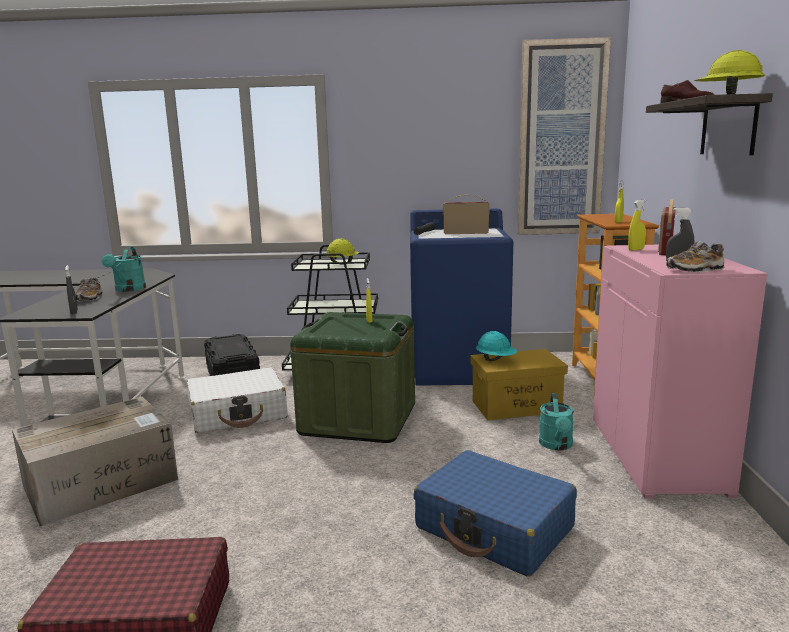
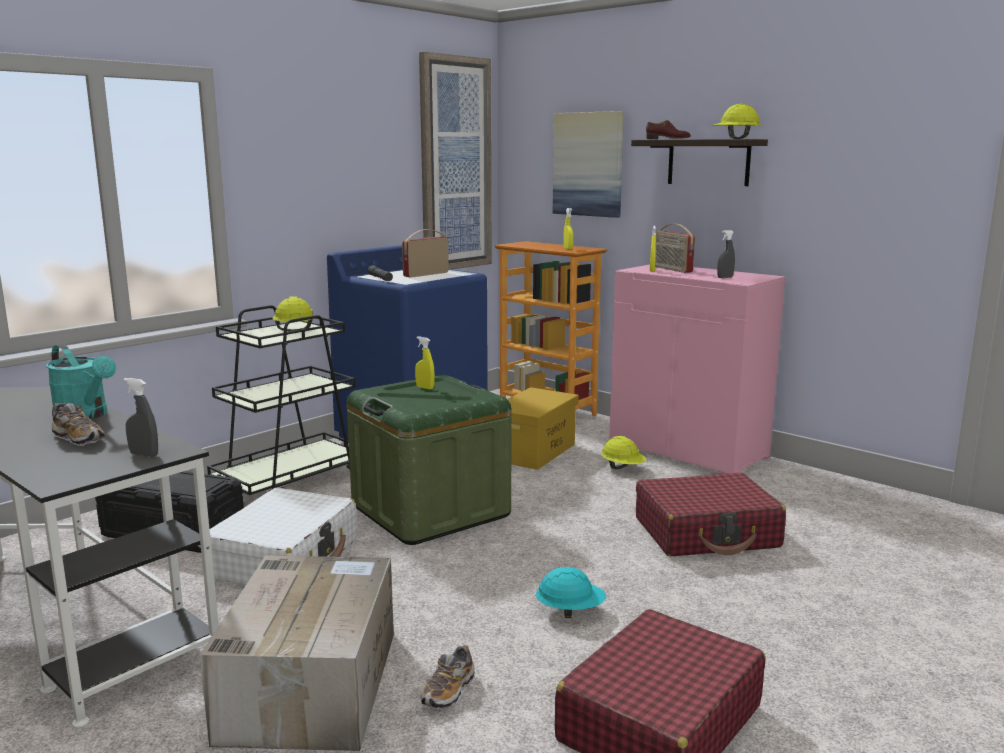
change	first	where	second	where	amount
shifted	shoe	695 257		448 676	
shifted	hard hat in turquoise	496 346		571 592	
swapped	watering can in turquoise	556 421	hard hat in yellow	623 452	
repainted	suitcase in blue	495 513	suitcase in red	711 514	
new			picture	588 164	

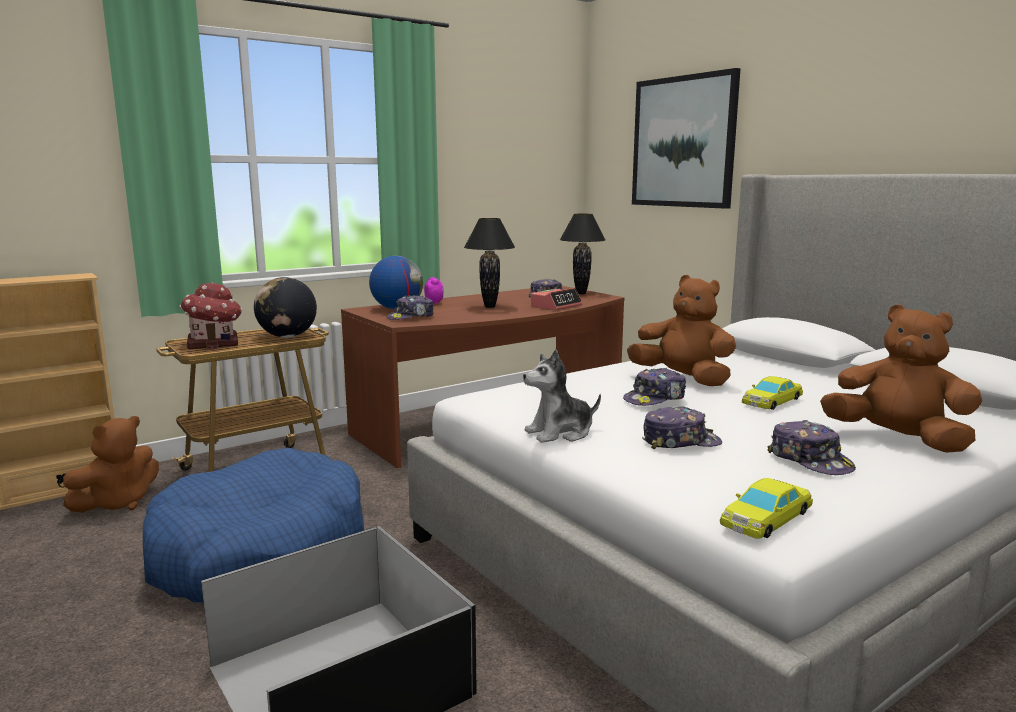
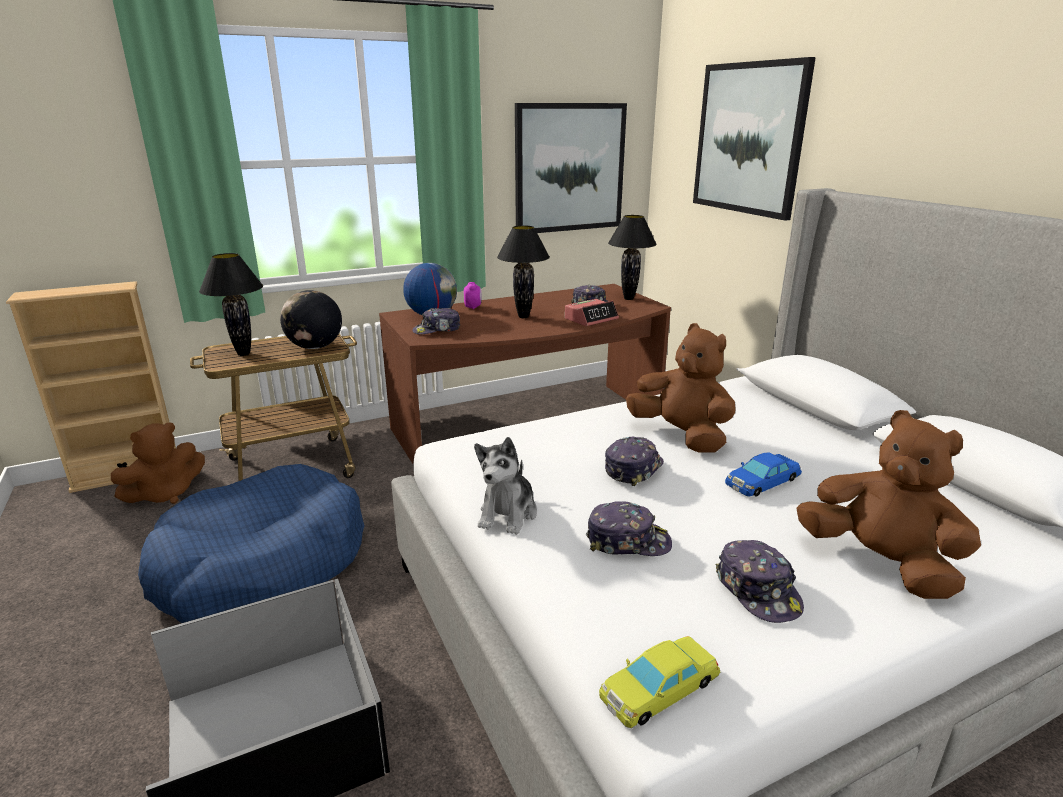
change	first	where	second	where	amount
swapped	toy house	211 316	table lamp in black	231 304	
rotated	plush toy	562 396		505 486	60 degrees counterclockwise
rotated	cap	654 387		634 461	150 degrees clockwise
repainted	toy car in yellow	772 393	toy car in blue	763 474	
new			picture	571 168	

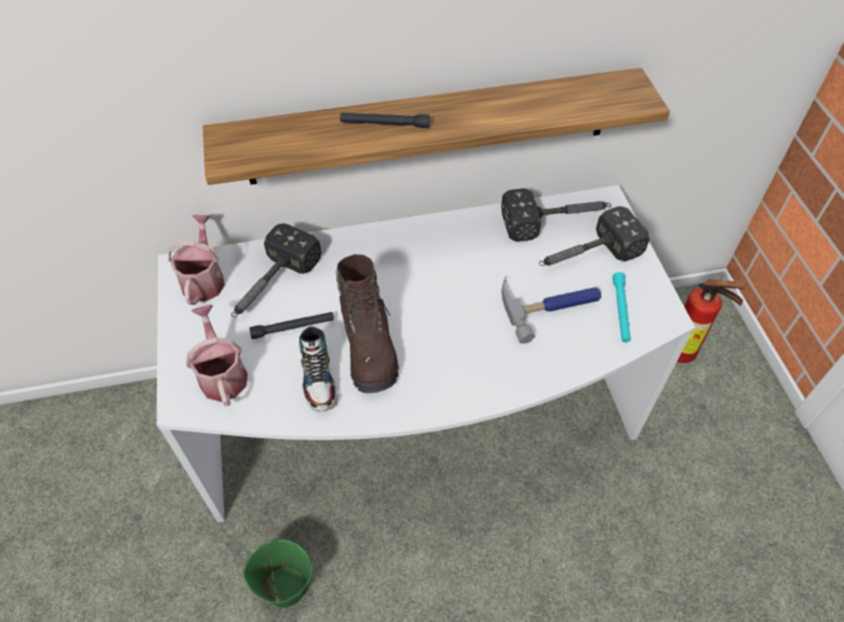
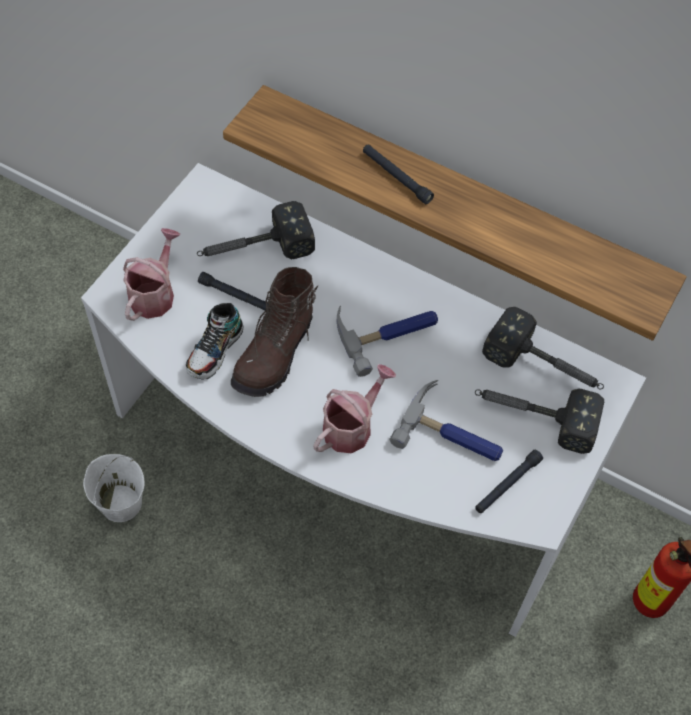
change	first	where	second	where	amount
shifted	watering can	196 260		354 408	
repainted	flashlight in turquoise	622 307	flashlight in black	509 481	
repainted	bucket in green	277 573	bucket in white	114 488	
new			hammer	387 341	

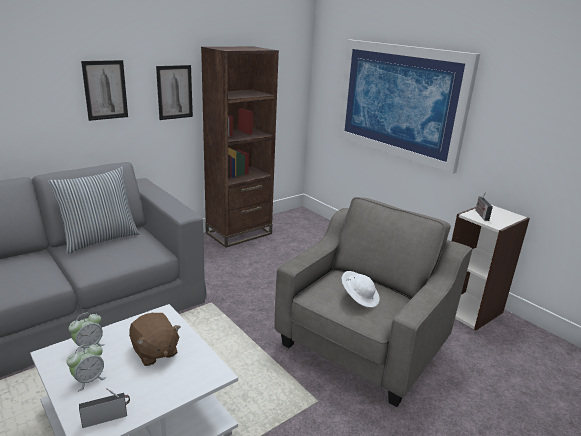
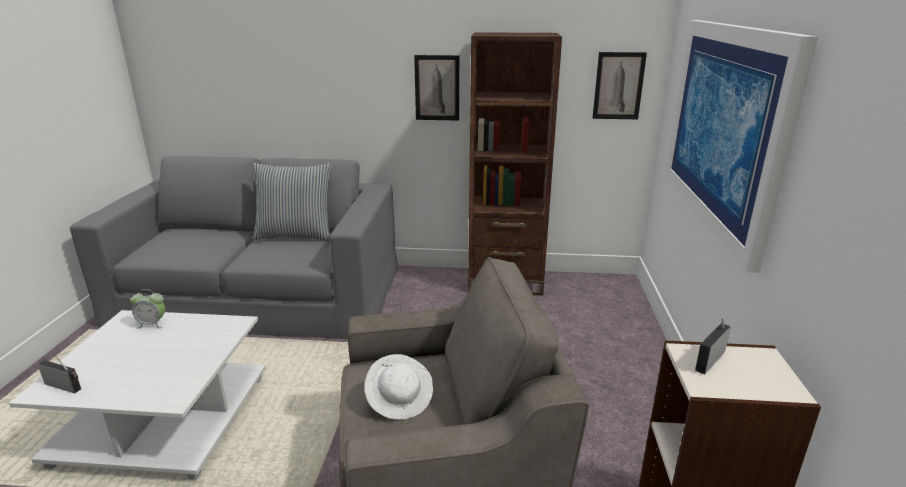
change	first	where	second	where	amount
shifted	picture	104 90		619 85	
gone	plush toy in brown	154 339			
gone	alarm clock	86 368			

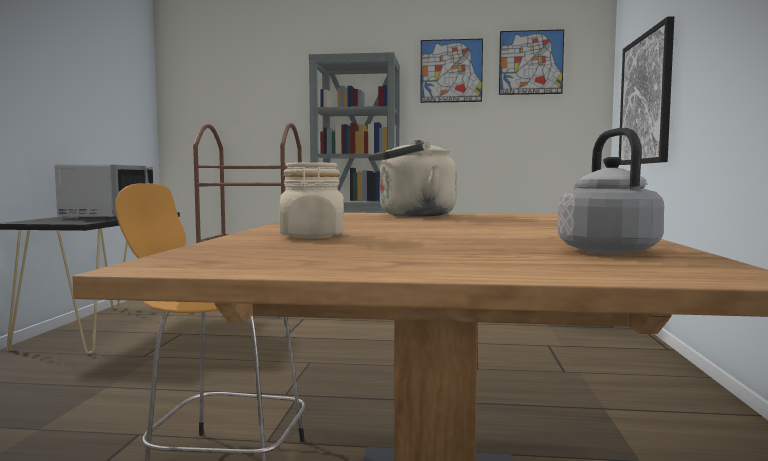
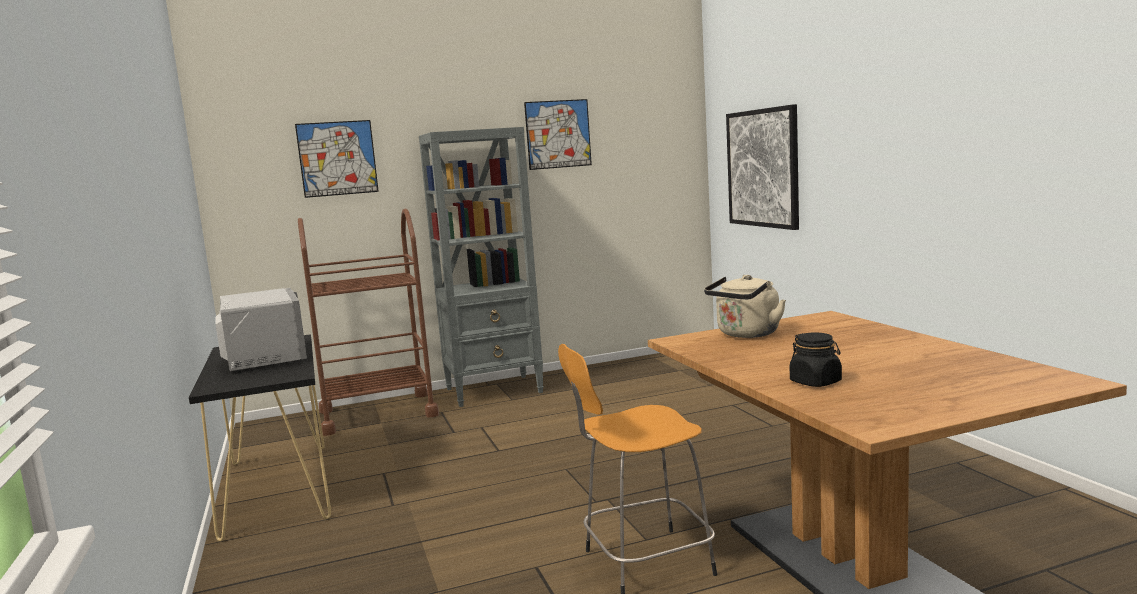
change	first	where	second	where	amount
shifted	picture	531 62		337 159	
gone	kettle in grey	611 191			
repainted	jar in beige	312 200	jar in black	816 360	

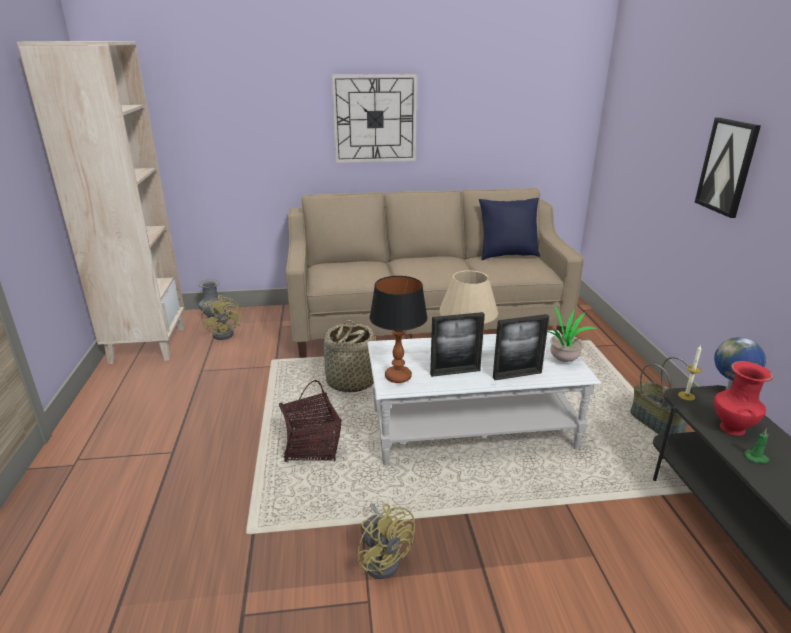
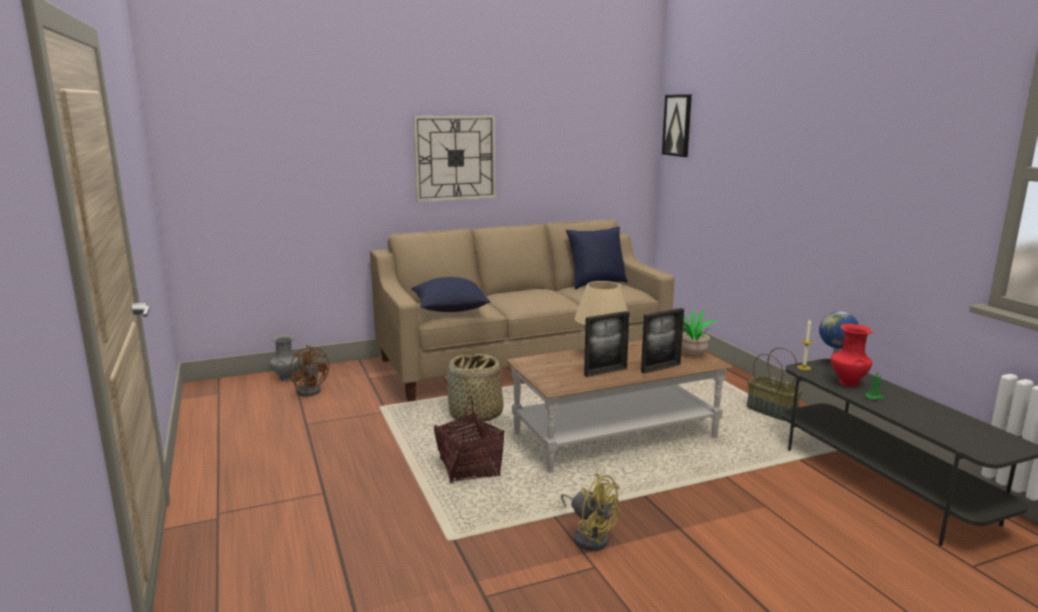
change	first	where	second	where	amount
gone	bookcase in beige	100 202			
shifted	picture	728 168		677 125	
gone	table lamp	398 329			
repainted	fan in yellow	221 317	fan in brown	309 370	
repainted	coffee table in white	484 397	coffee table in brown	619 406	
new			pillow in blue	450 294	

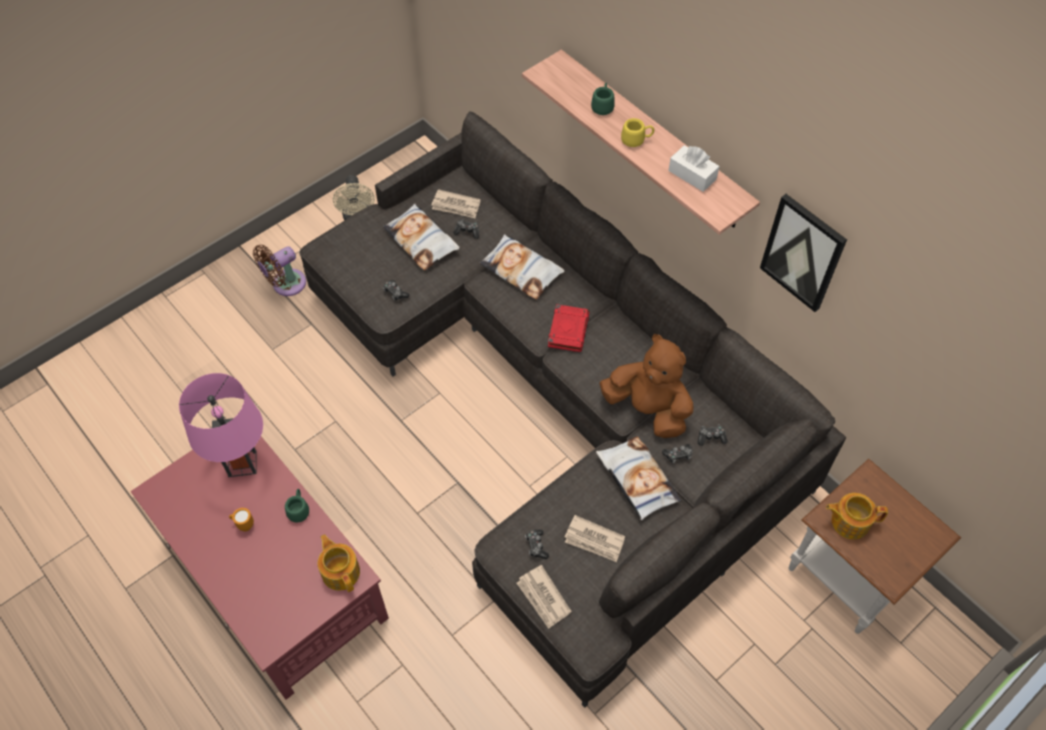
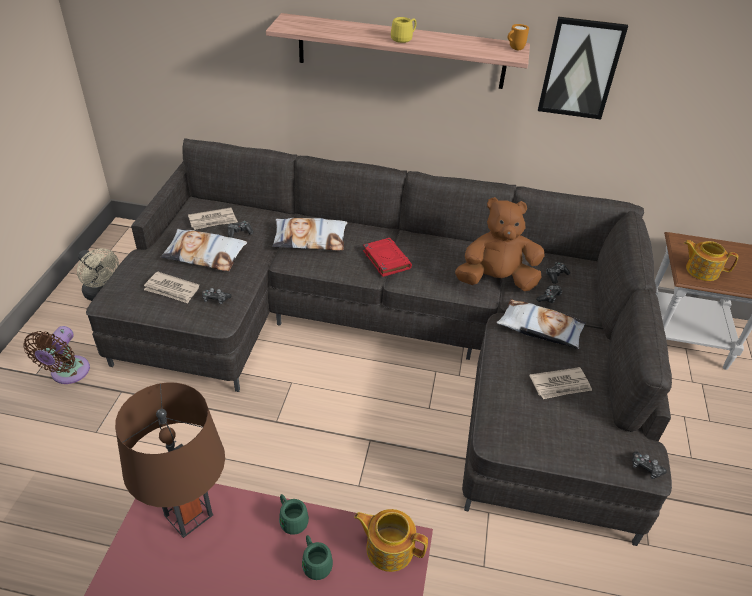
change	first	where	second	where	amount
shifted	mug in green	603 99		317 557	
gone	tissue box in white	694 168			
repainted	table lamp in pink	221 425	table lamp in brown	170 460	
rotated	teapot	857 516		711 260	60 degrees clockwise
shifted	mug in orange	241 519		518 37	
shifted	game controller	537 544		649 465	
shifted	newspaper	544 597		171 287	

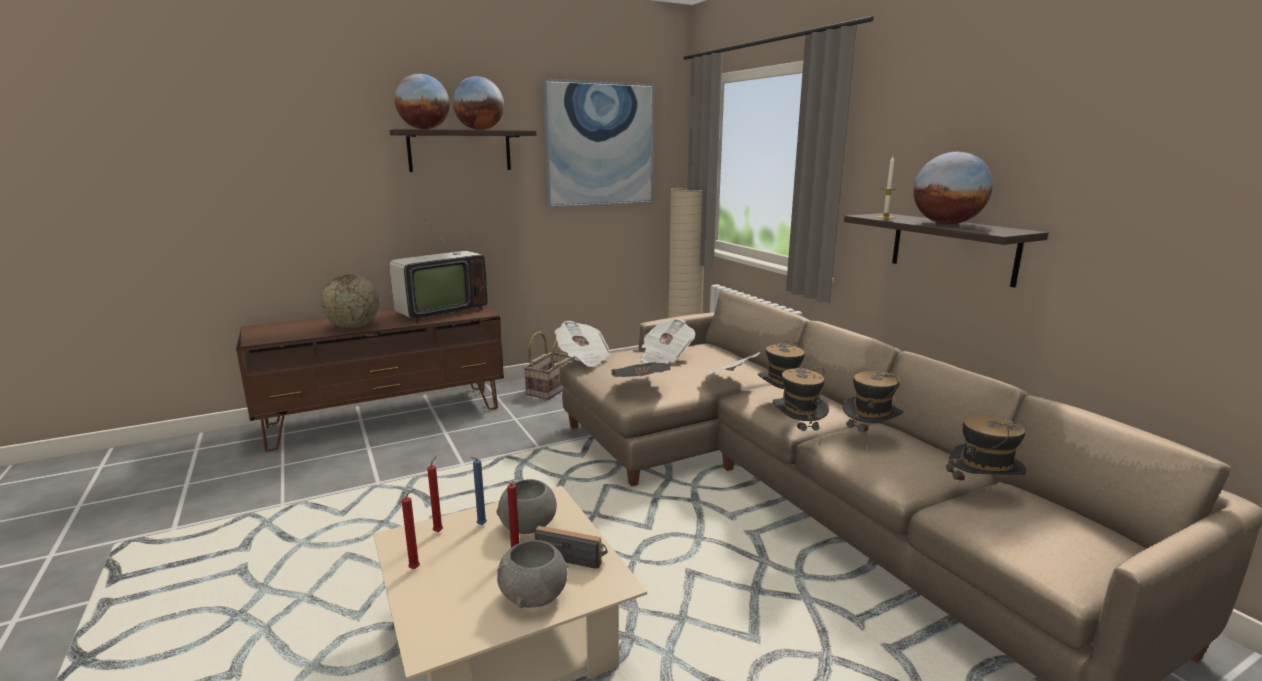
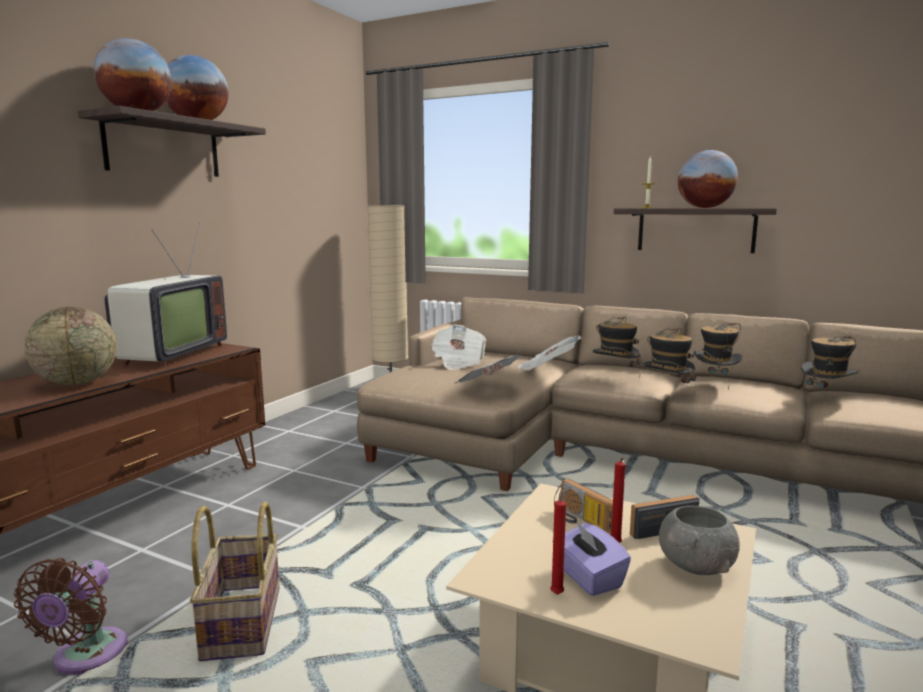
change	first	where	second	where	amount
gone	picture	598 143			
gone	newspaper	583 344			
shifted	basket	550 366		235 581	
gone	candle in red	435 494			
gone	candle in blue	479 491			
swapped	bowl in grey	527 506	radio	583 507	
new			tissue box in purple	597 558	
new			fan in brown	71 616	

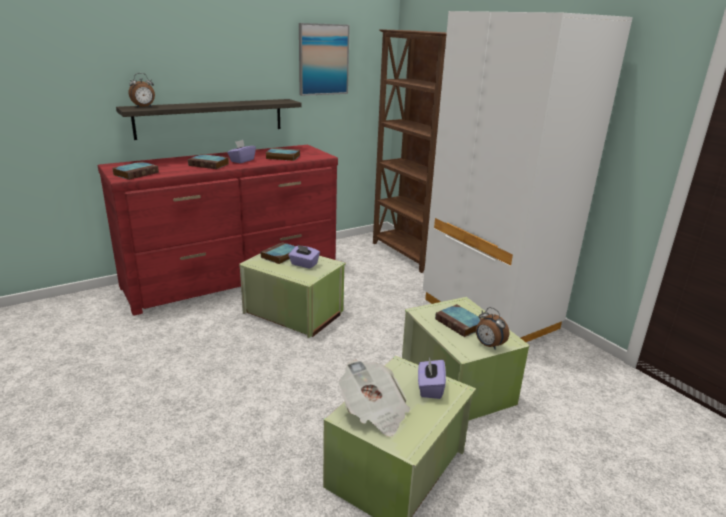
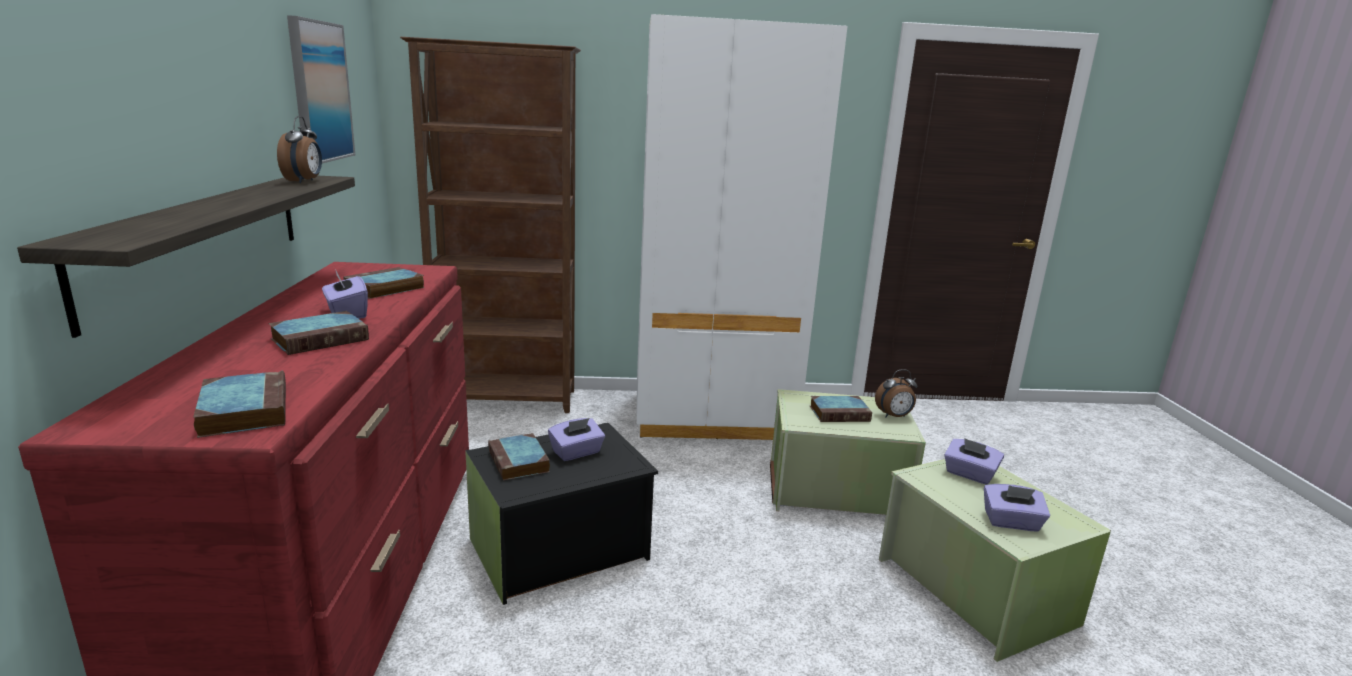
change	first	where	second	where	amount
shifted	alarm clock	142 90		299 149	
repainted	storage box in green	292 295	storage box in black	561 514	
swapped	newspaper	374 398	tissue box in purple	1017 508	

